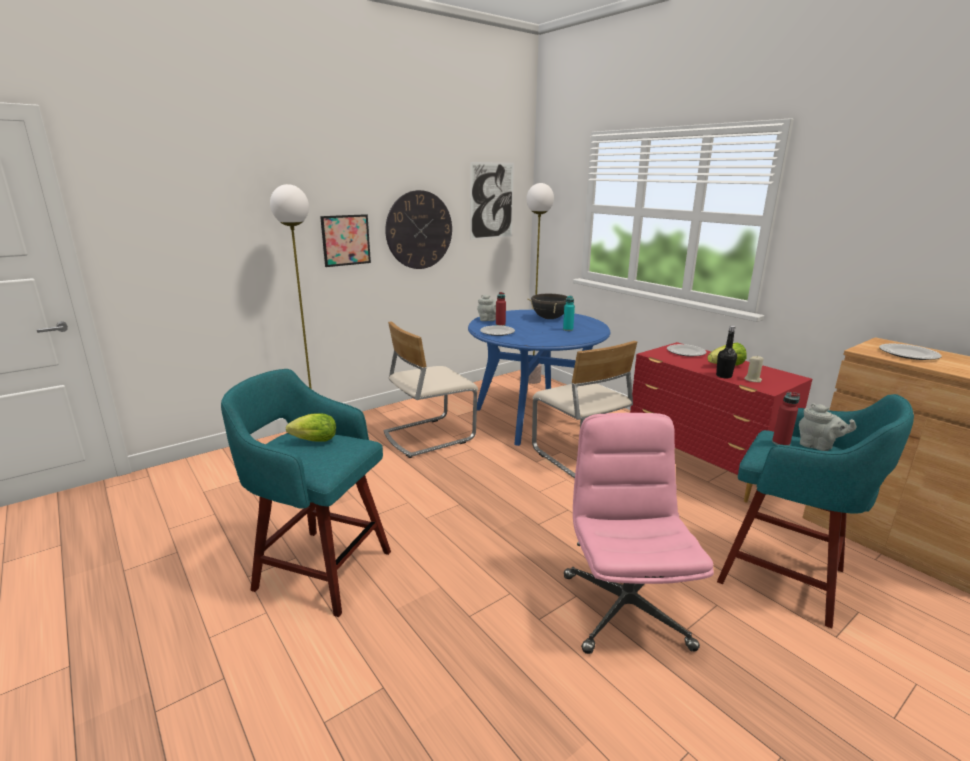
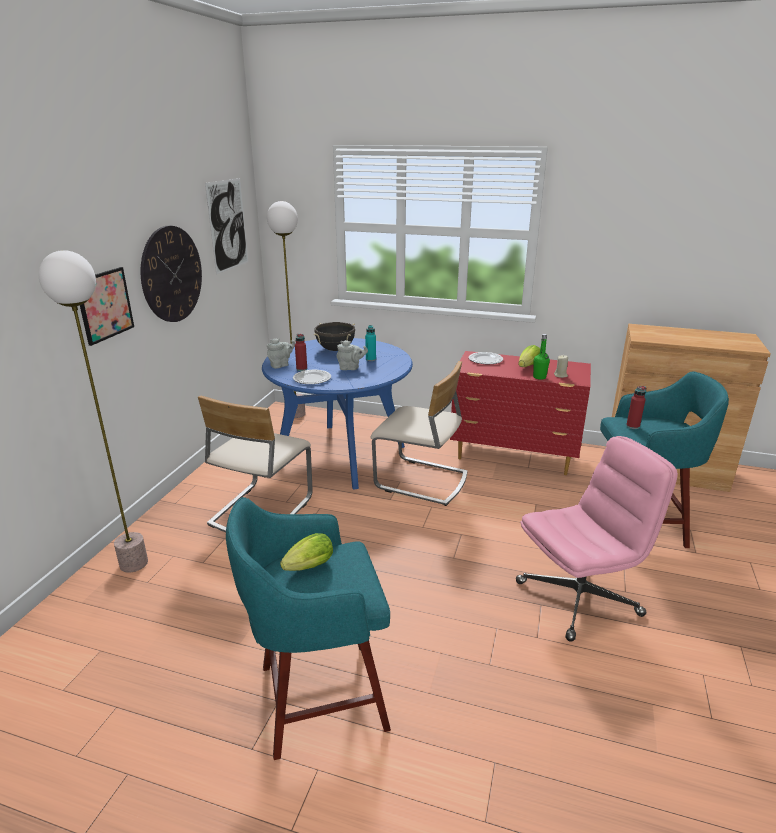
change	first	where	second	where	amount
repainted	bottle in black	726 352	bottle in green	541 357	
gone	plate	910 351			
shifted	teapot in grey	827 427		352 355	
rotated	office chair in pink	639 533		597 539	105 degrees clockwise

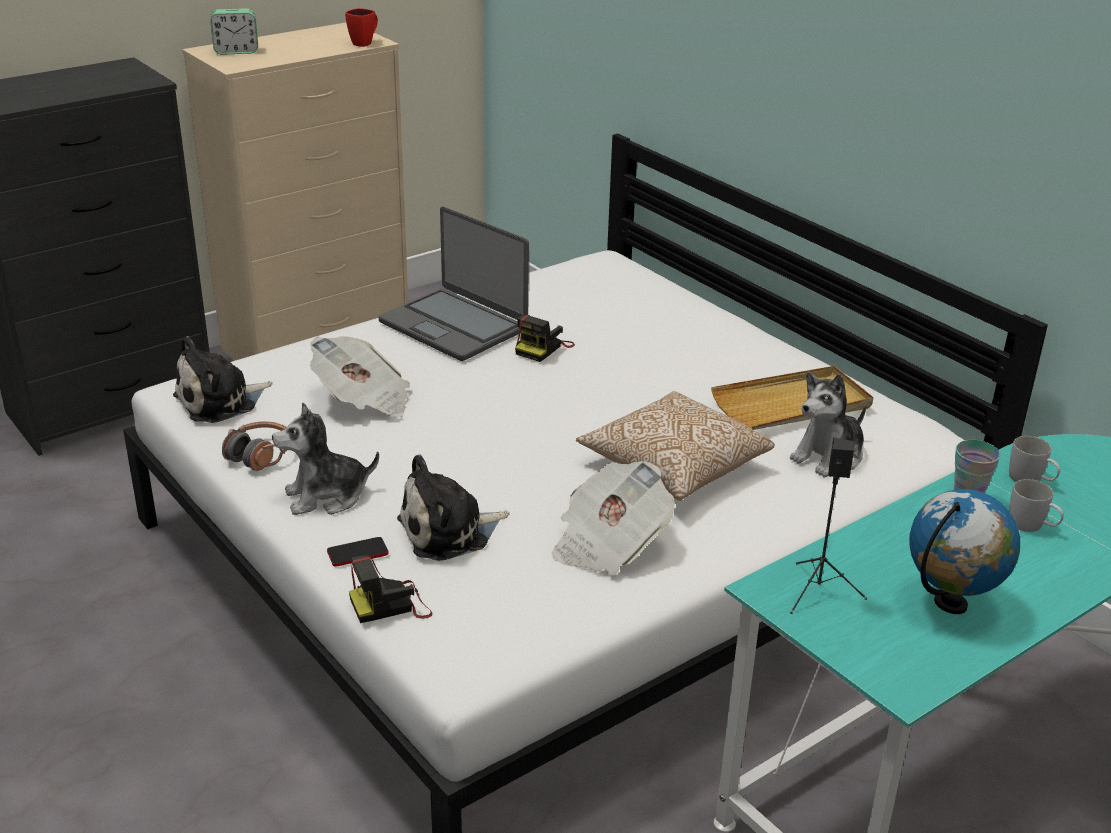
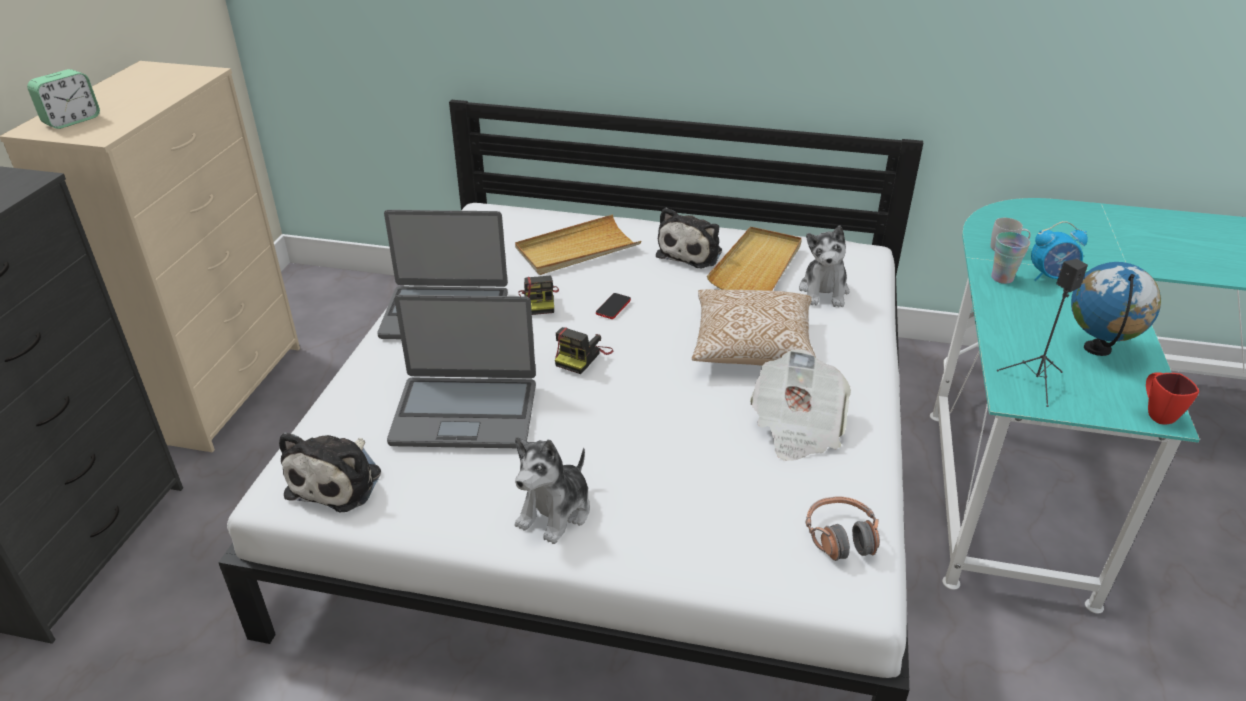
change	first	where	second	where	amount
shifted	mug in red	361 27		1172 398	
swapped	newspaper	360 377	laptop	461 371	
shifted	headphones	254 446		843 528	
shifted	plush toy	453 507		689 237	
swapped	mug in white	1036 505	alarm clock	1059 251	
shifted	phone	358 552		613 306	
shifted	photo camera	391 589		584 350	
new			tray in beige	578 244	

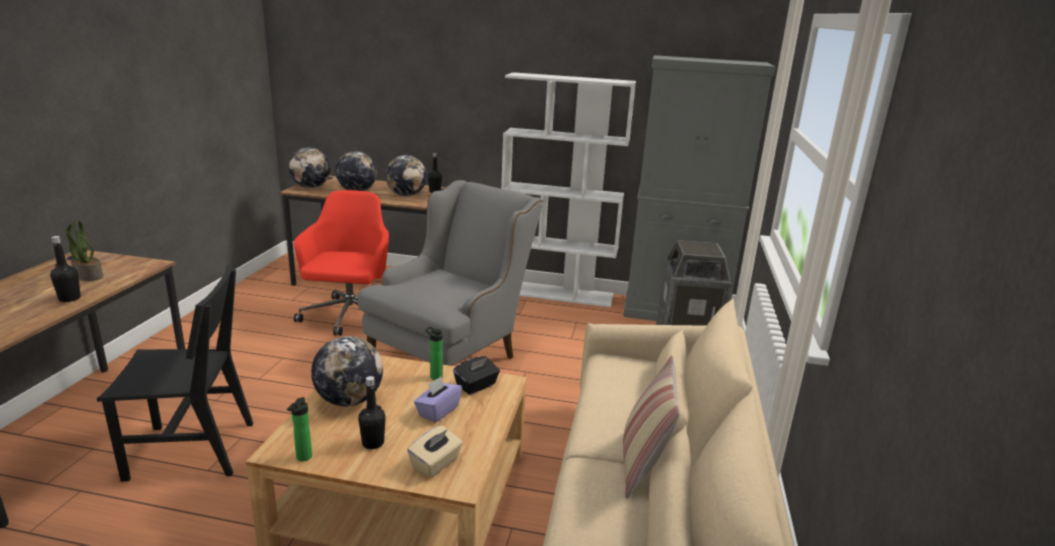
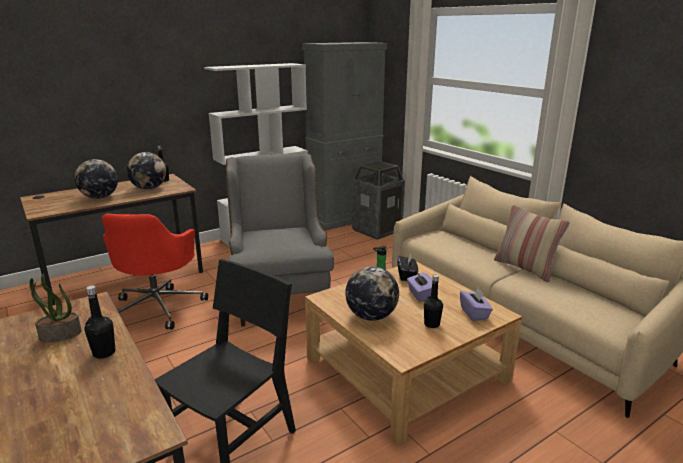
change	first	where	second	where	amount
gone	globe	310 168			
rotated	office chair in red	341 263		155 271	135 degrees counterclockwise
gone	bottle	299 429			
repainted	tissue box in beige	435 451	tissue box in purple	476 304	

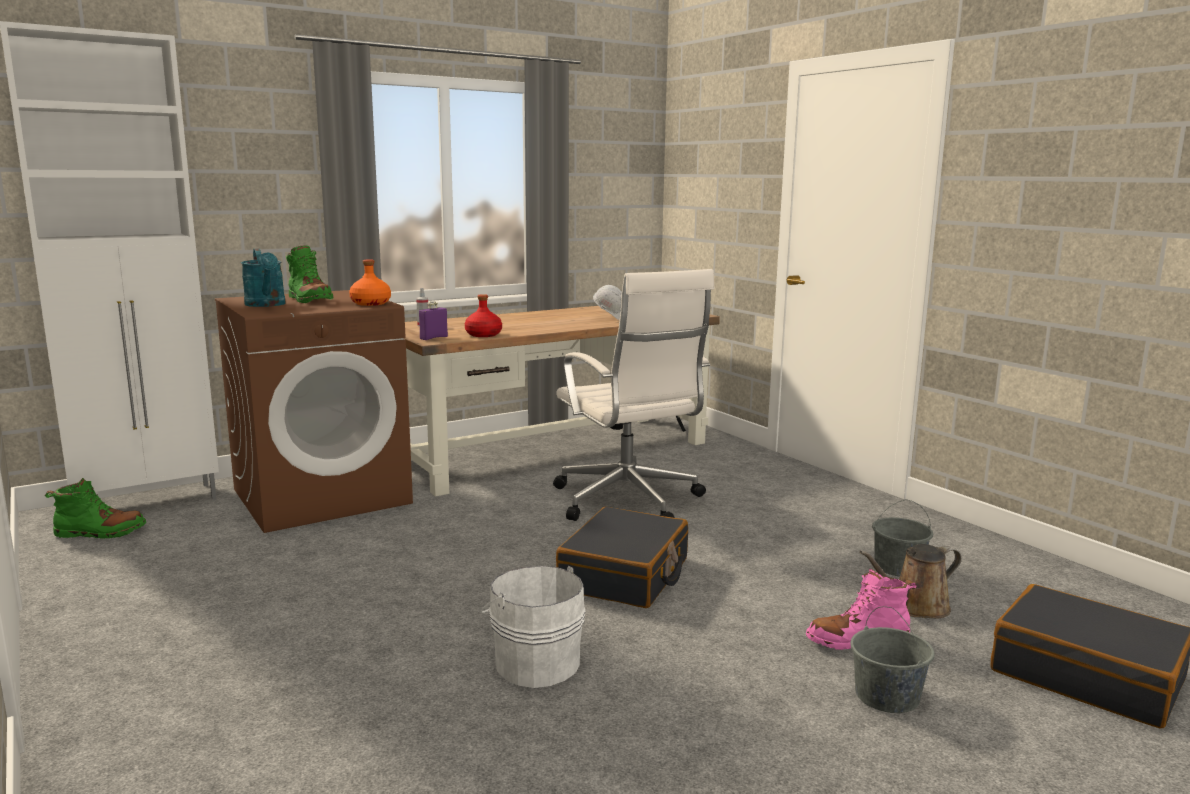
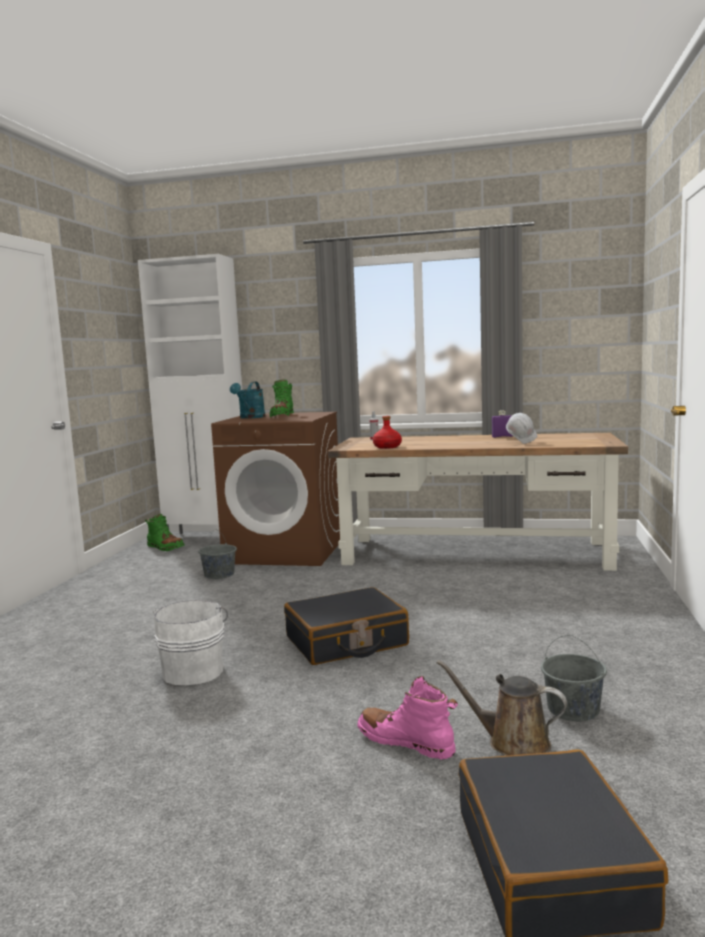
change	first	where	second	where	amount
gone	bottle in orange	370 282			
gone	office chair in white	633 395			
shifted	bottle in purple	433 320		502 424	
shifted	bucket in grey	893 659		217 554	

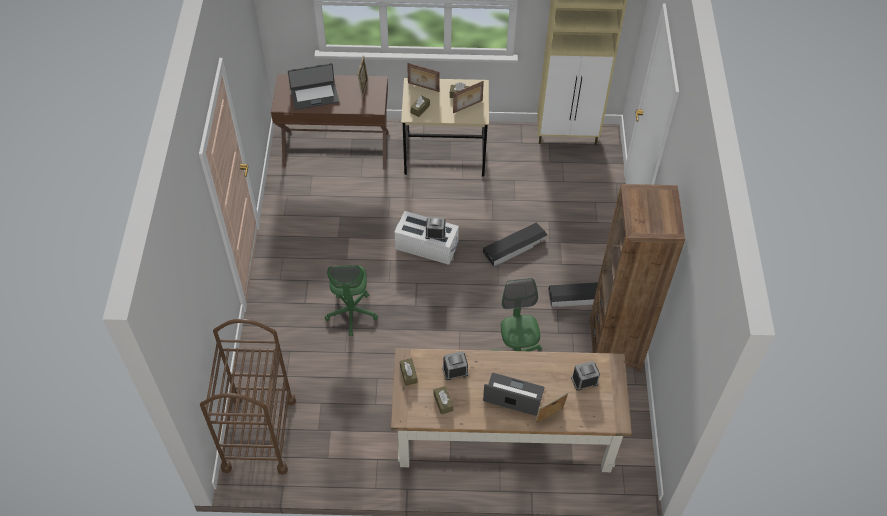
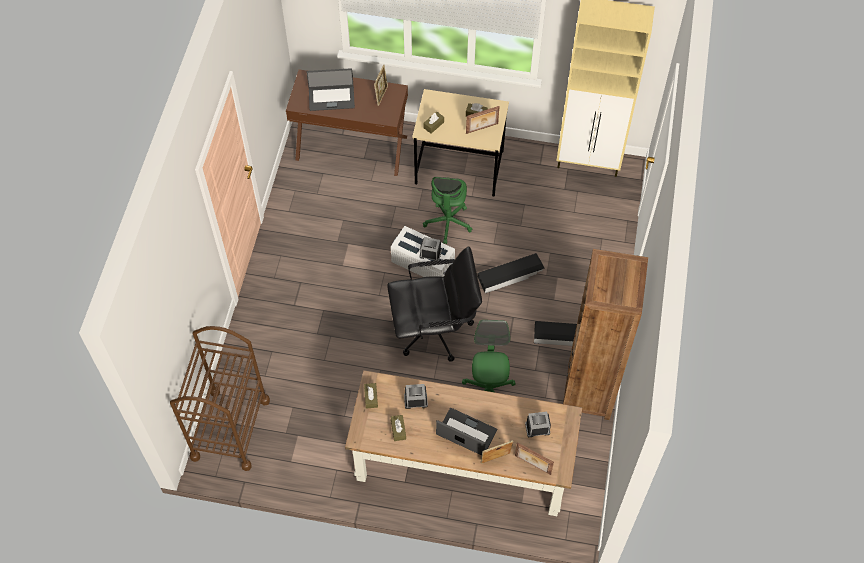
change	first	where	second	where	amount
shifted	picture frame	423 77		534 458	
shifted	office chair in green	351 300		447 210	
new			office chair in black	434 304	

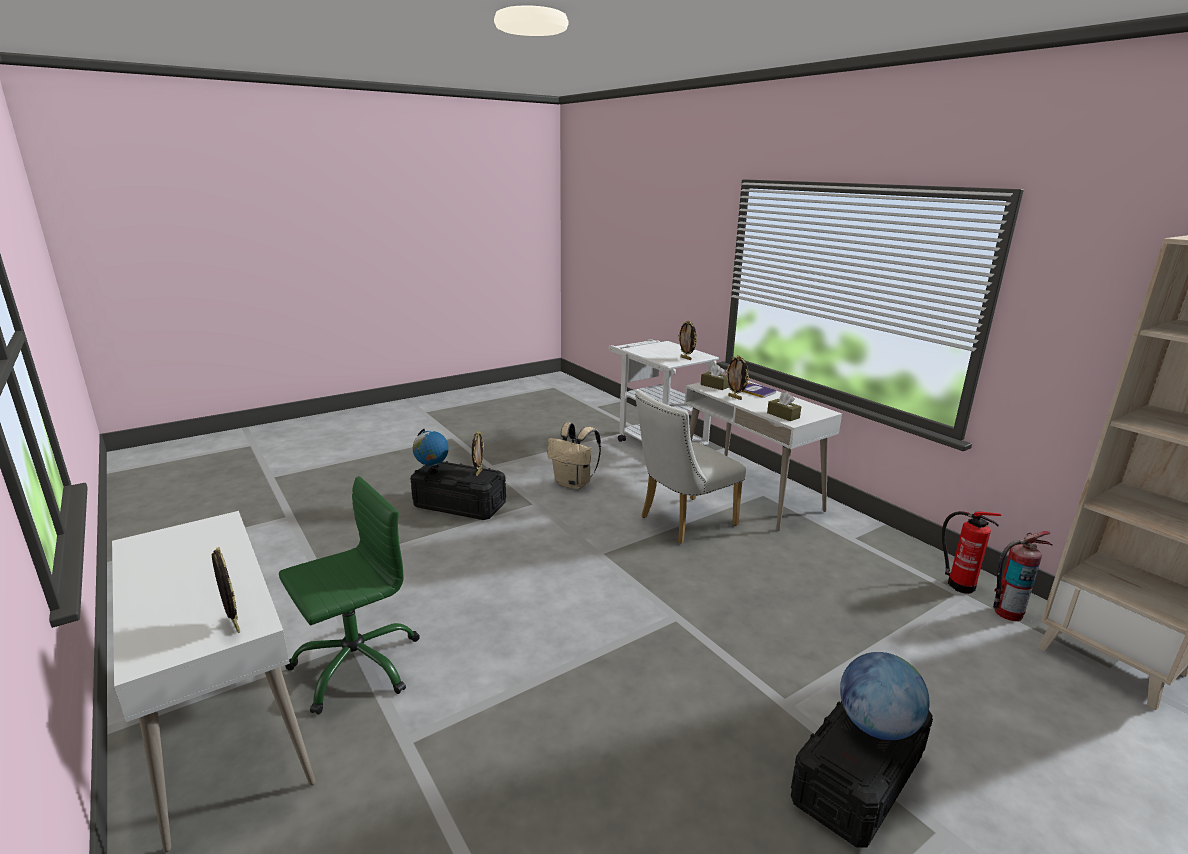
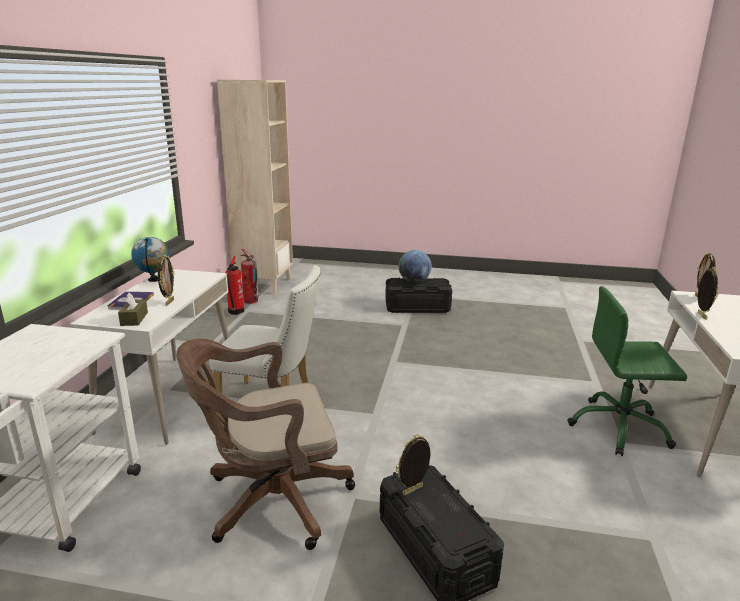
change	first	where	second	where	amount
shifted	picture frame	687 340		708 293	
gone	tissue box in brown	784 406			
swapped	backpack in beige	574 456	office chair in brown	265 444	
shifted	globe	431 451		150 259	

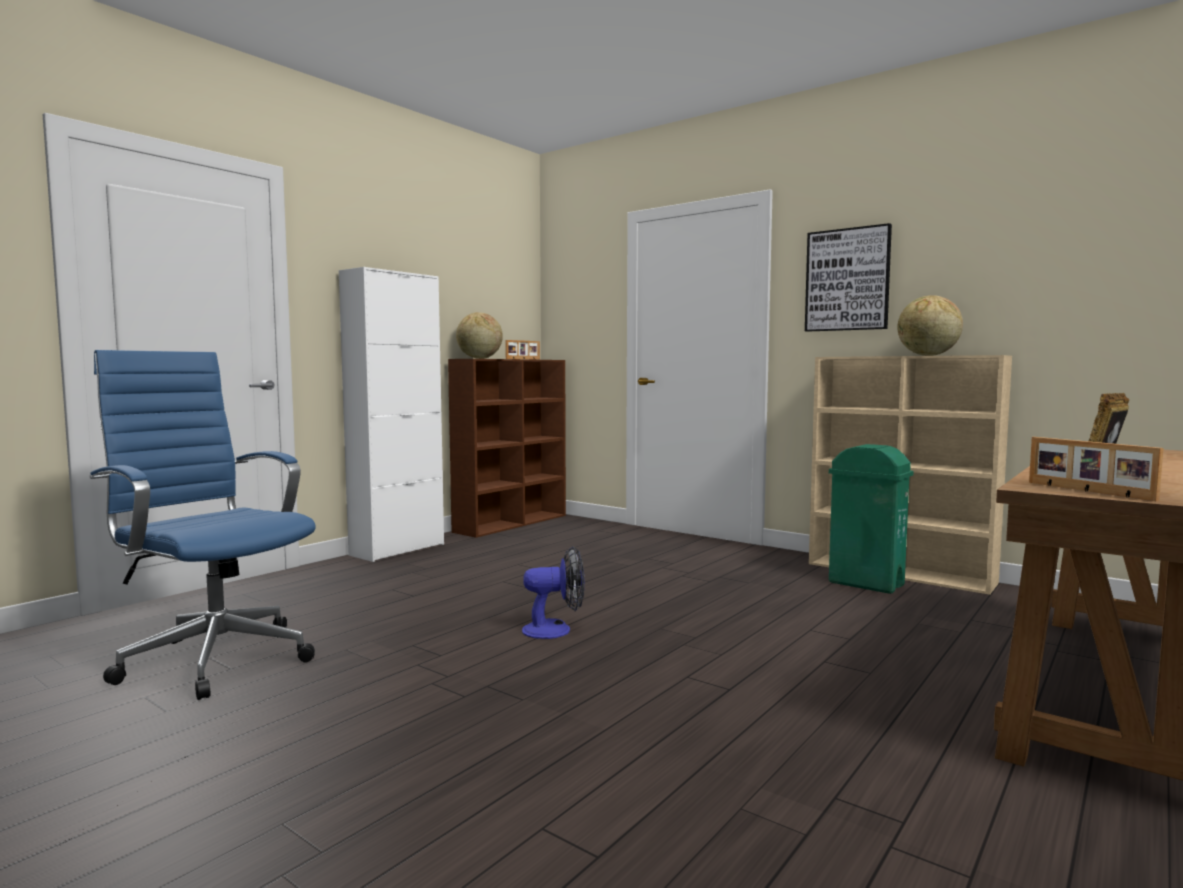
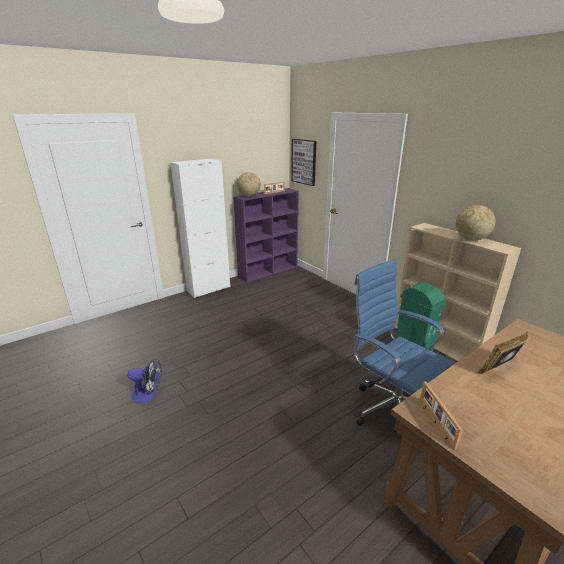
change	first	where	second	where	amount
shifted	picture	848 277		303 162	
shifted	office chair in blue	203 525		404 343	
repainted	bookcase in brown	507 448	bookcase in purple	266 235	
shifted	fan	553 592		145 381	

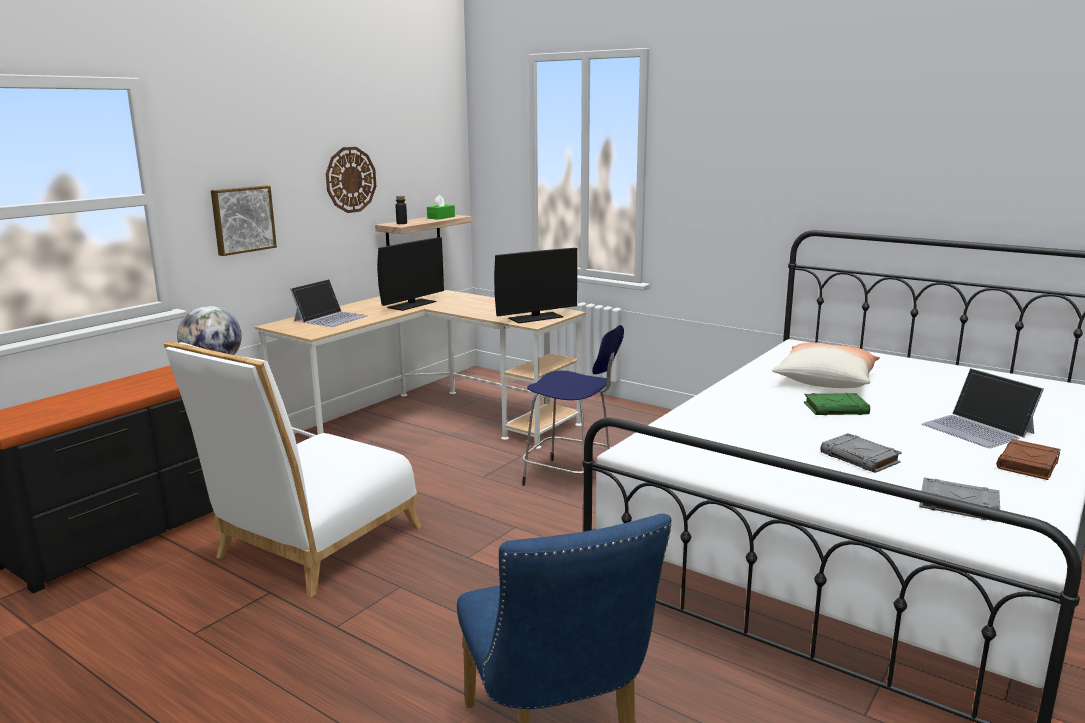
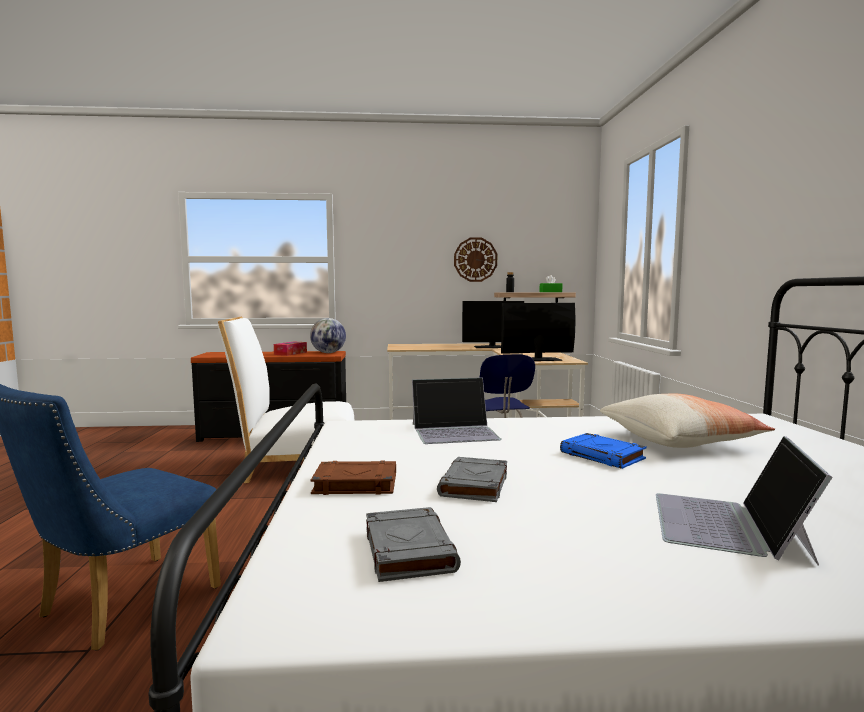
change	first	where	second	where	amount
gone	picture	244 221			
rotated	monitor	535 286		538 332	150 degrees clockwise
shifted	laptop	328 303		457 411	
repainted	book in green	837 404	book in blue	603 451	
shifted	book in brown	1028 459		353 478	
new			tissue box	290 349	

